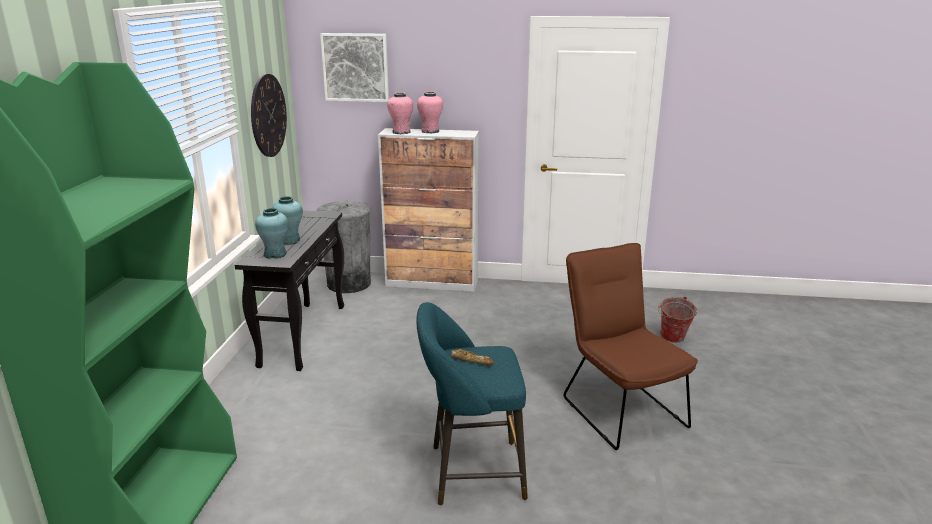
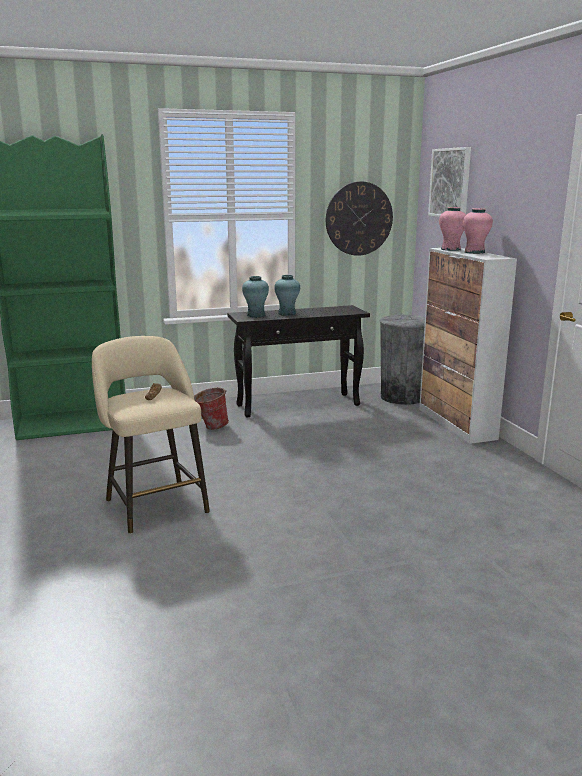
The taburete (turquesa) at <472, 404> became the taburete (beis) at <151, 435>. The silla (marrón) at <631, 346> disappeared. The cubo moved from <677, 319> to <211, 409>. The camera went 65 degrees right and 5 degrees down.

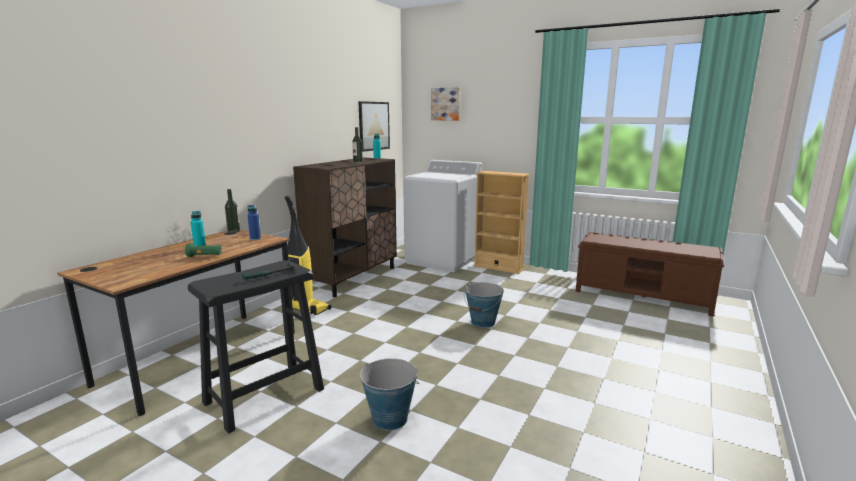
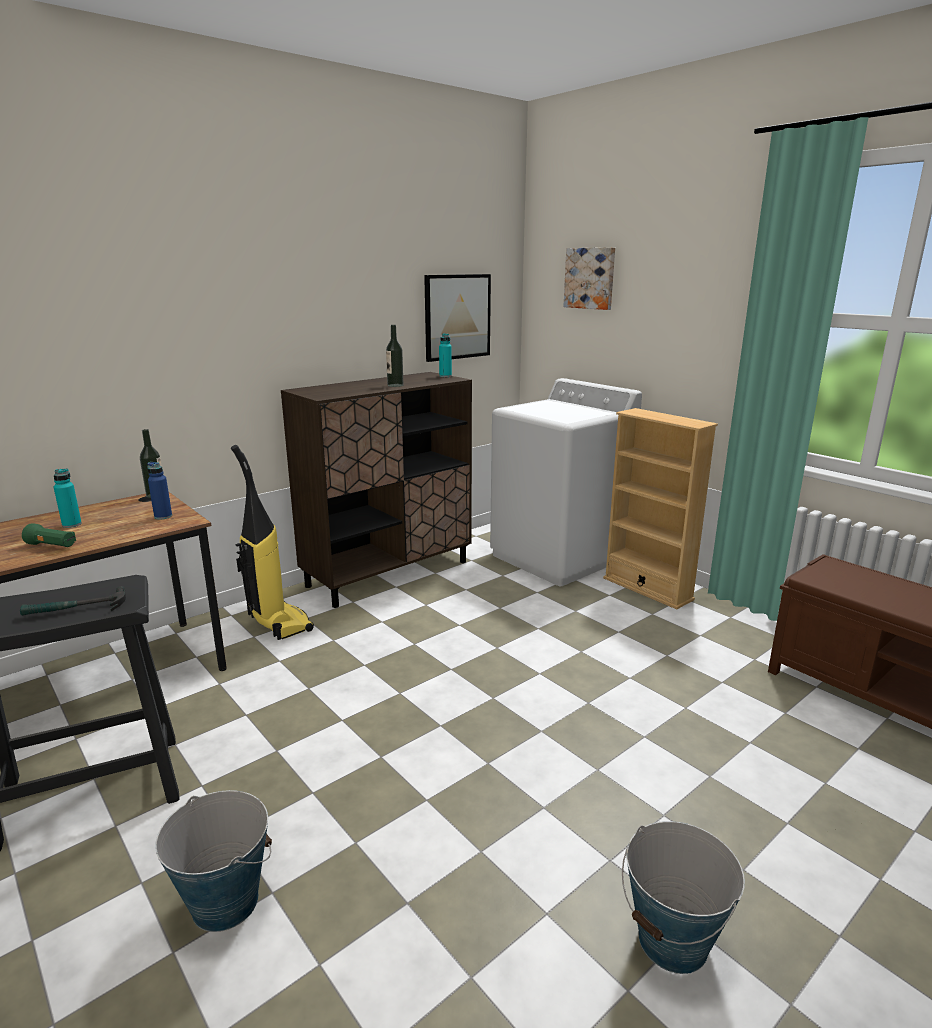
The cubo moved from <484, 305> to <683, 897>. The camera went 20 degrees right and 5 degrees up.

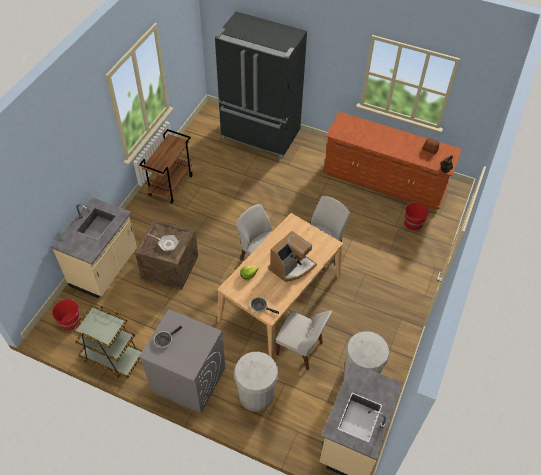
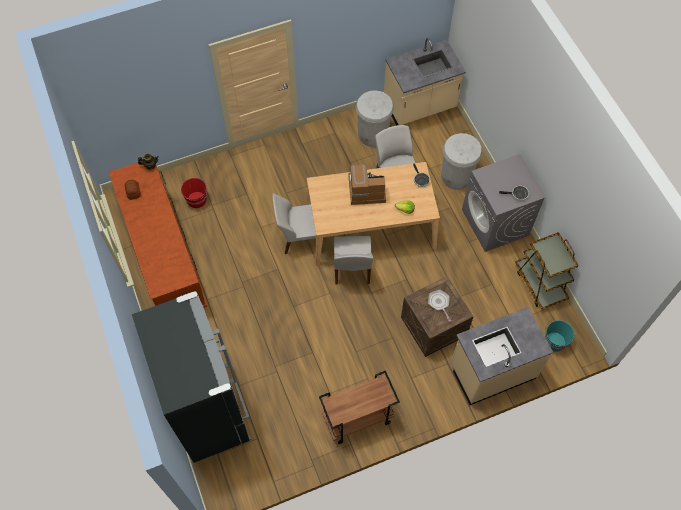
The cubo (rojo) at <66, 314> became the cubo (turquesa) at <559, 336>. The camera went 135 degrees left and 10 degrees up.

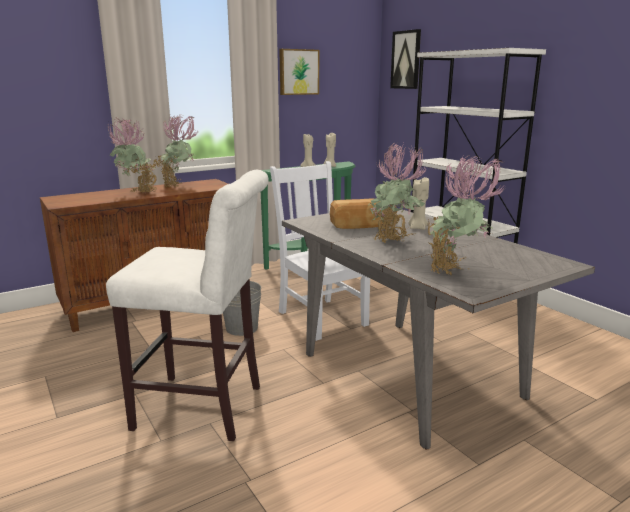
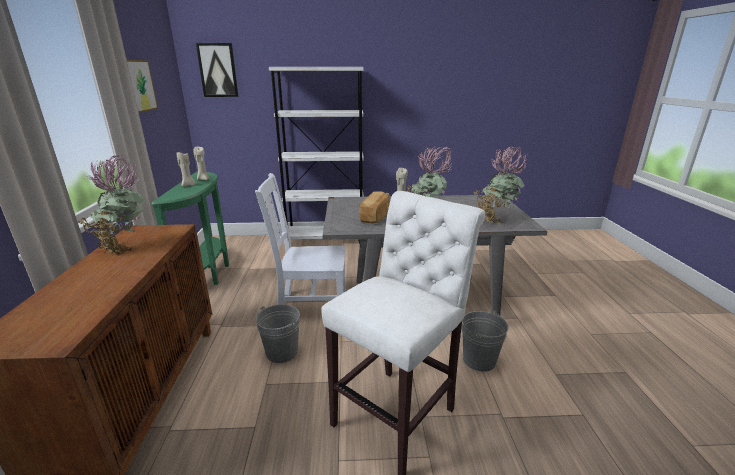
The planta en maceta at <134, 154> disappeared. The cubo (gris) at <485, 341> appeared. The camera went 60 degrees left and 5 degrees up.

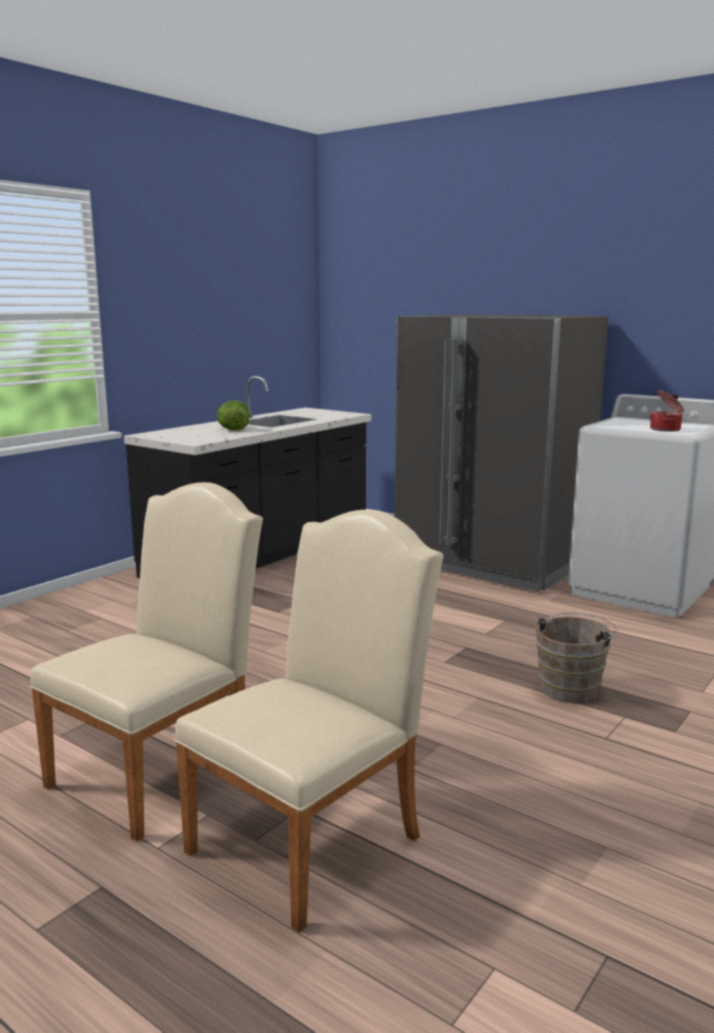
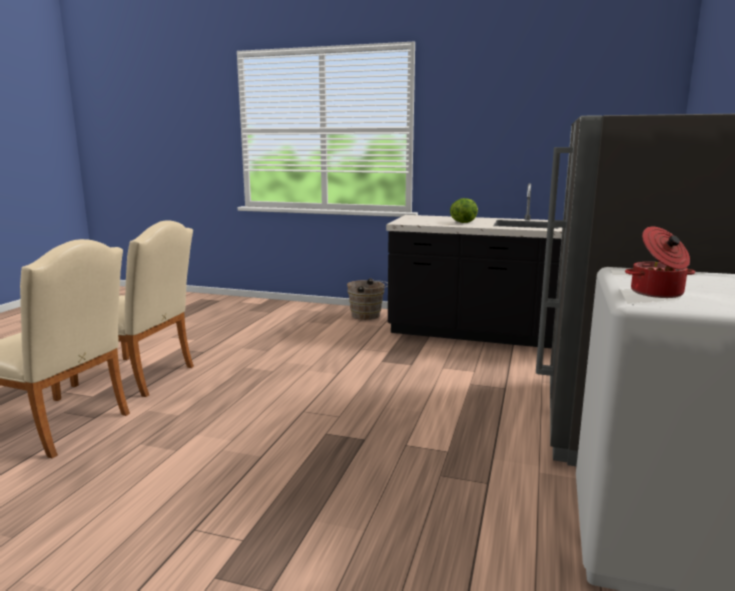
The cubo (marrón) moved from <576, 657> to <367, 299>. The camera went 70 degrees right and 0 degrees up.

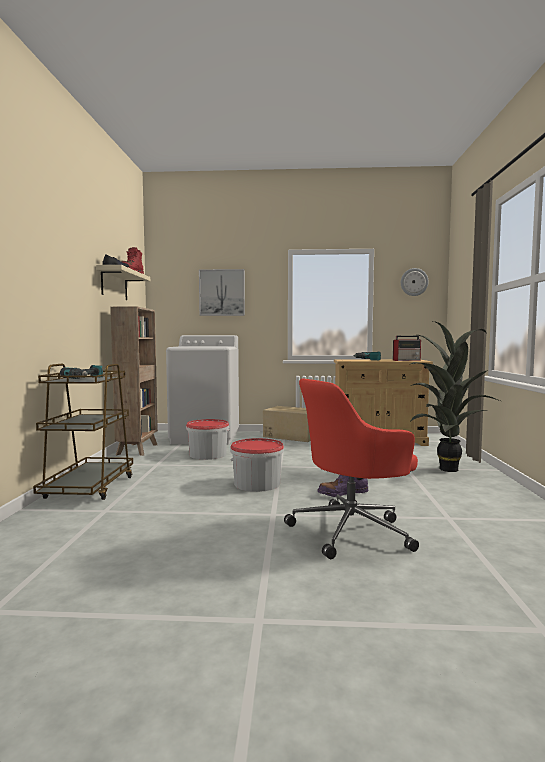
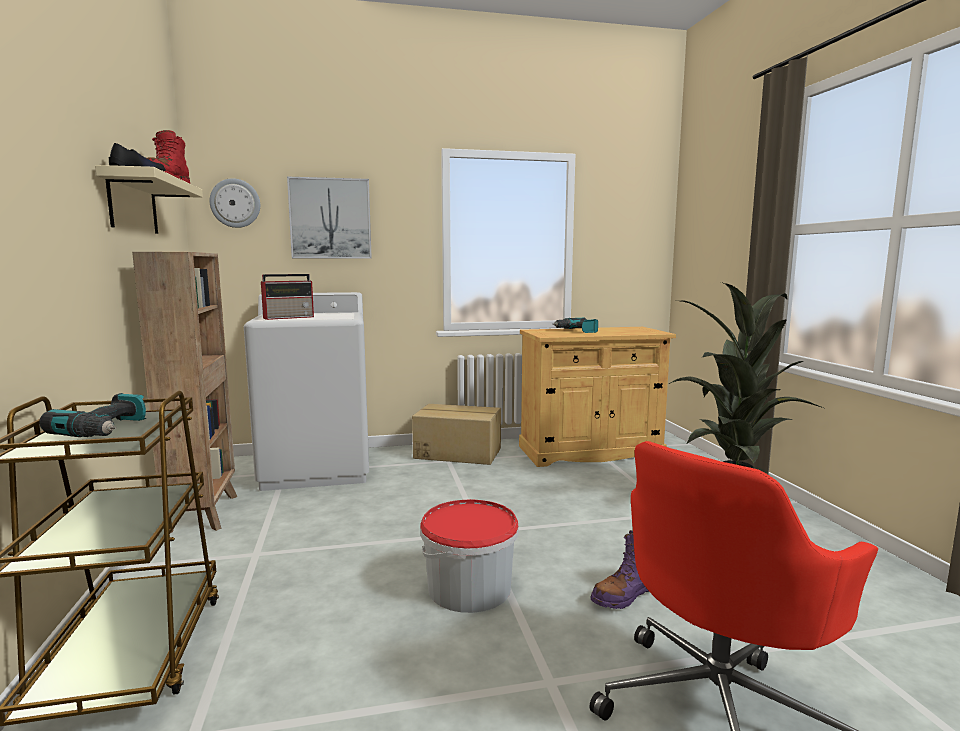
The cubo at <208, 439> disappeared. The radio moved from <407, 348> to <287, 297>. The reloj de pared moved from <414, 282> to <235, 203>. The camera went 15 degrees left and 5 degrees up.

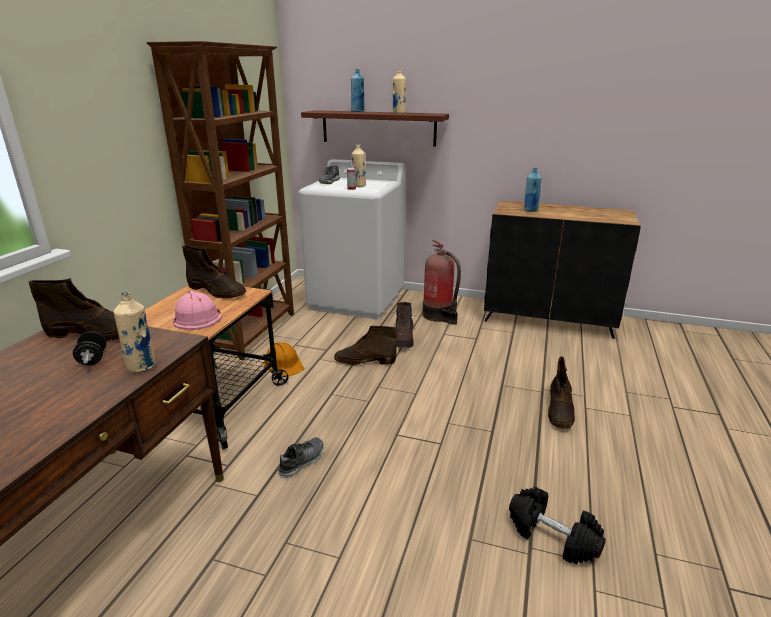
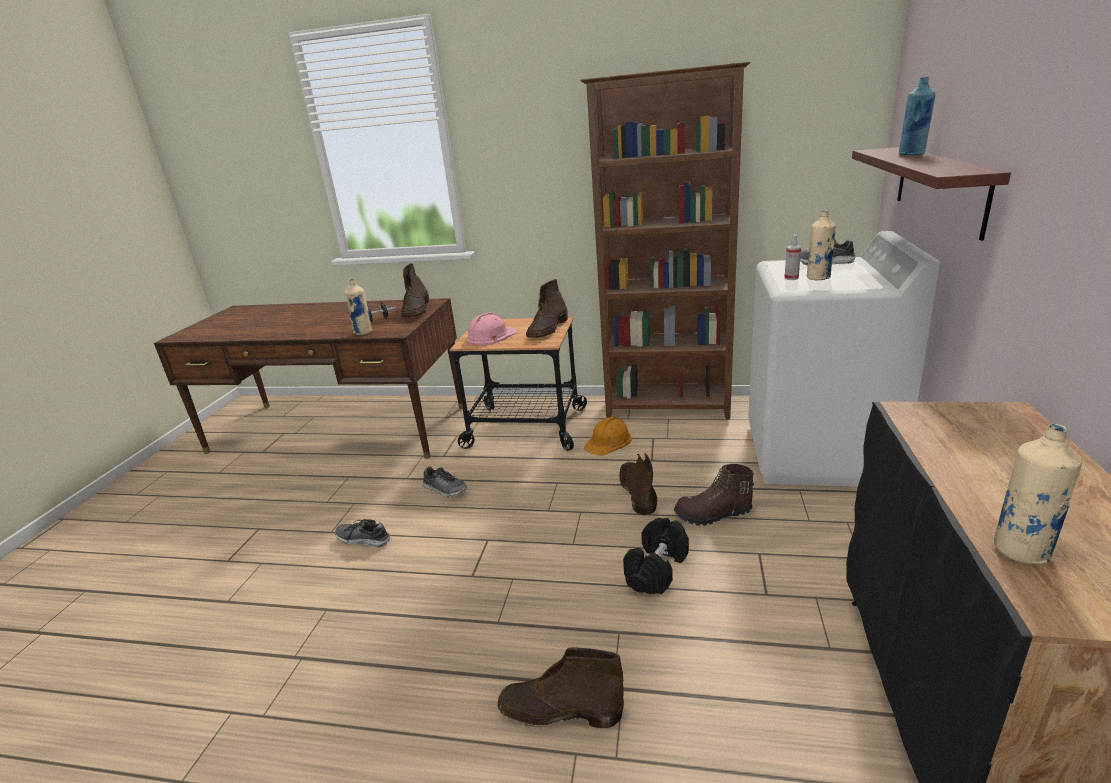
The botella (beis) moved from <399, 91> to <1038, 494>. The extintor at <441, 282> disappeared. The mancuerna (negro) moved from <557, 526> to <656, 556>. The botella (azul) at <533, 190> disappeared. The zapato at <363, 533> appeared. The camera went 85 degrees right and 0 degrees up.

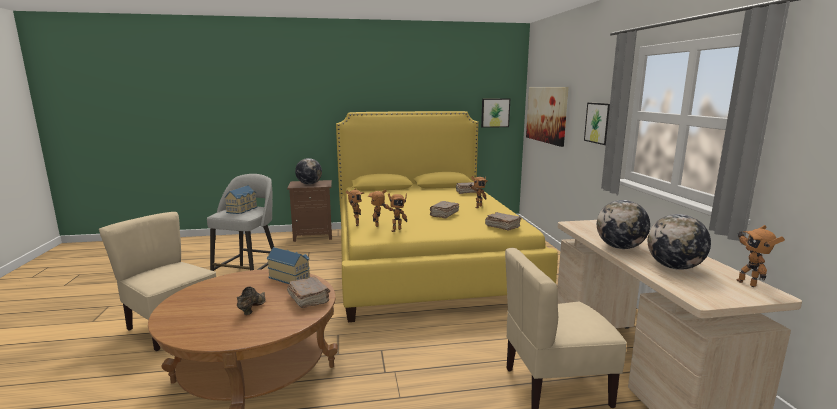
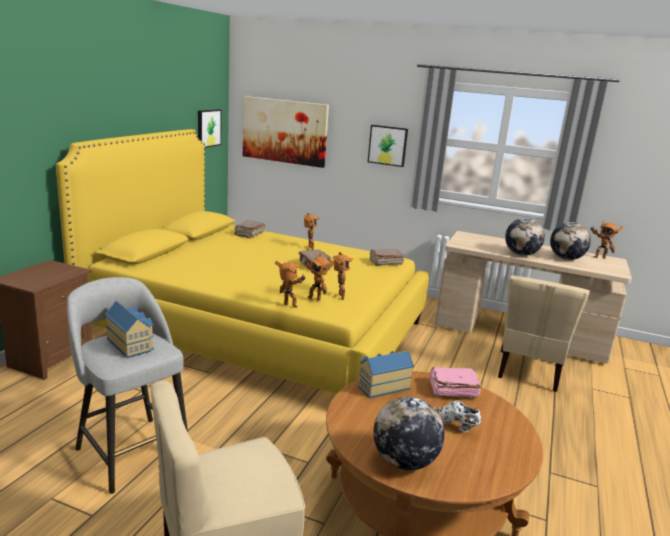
The zapato (marrón) at <251, 301> became the zapato (blanco) at <457, 416>. The libro (marrón) at <308, 292> became the libro (rosa) at <455, 382>. The globo terráqueo moved from <308, 171> to <408, 433>. The camera went 60 degrees left and 5 degrees up.

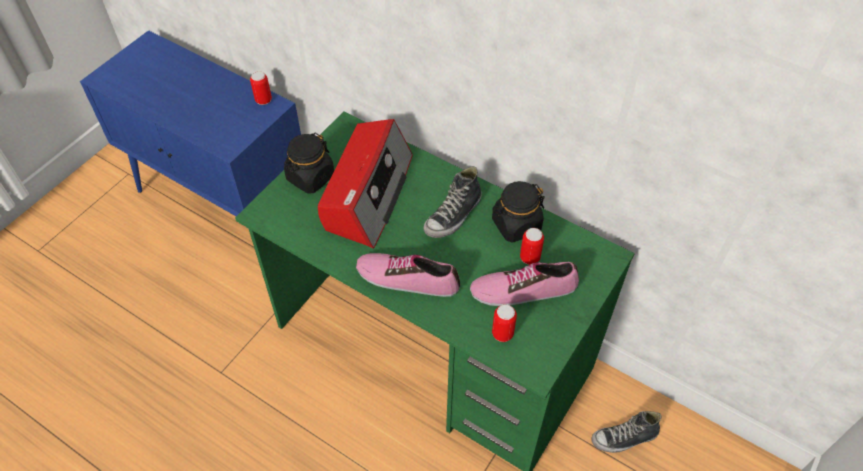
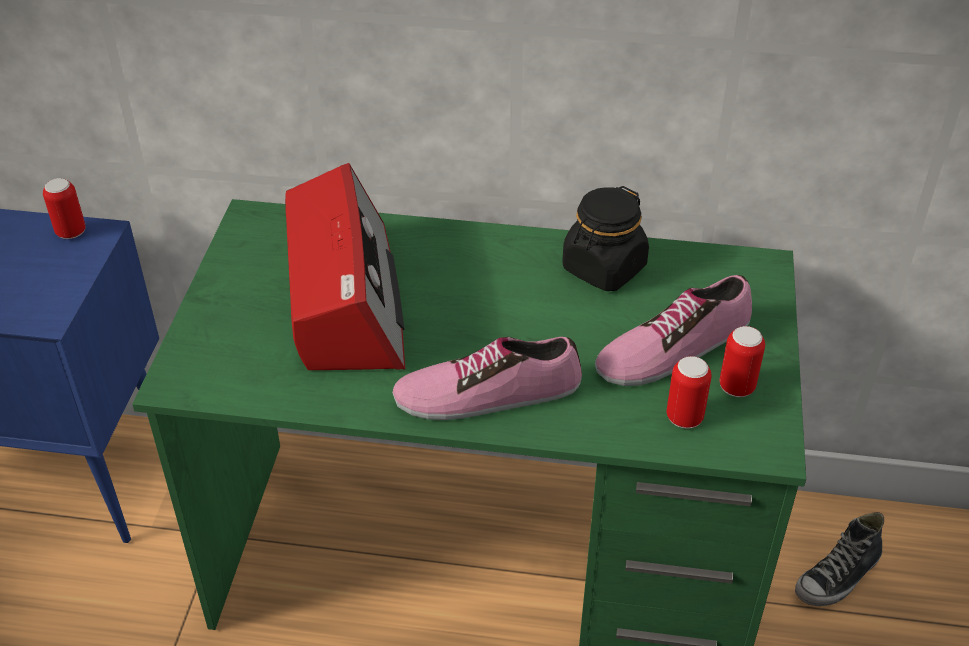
The tarro (negro) at <309, 163> disappeared. The zapato at <452, 202> disappeared. The lata moved from <532, 246> to <742, 361>. The camera went 25 degrees left and 10 degrees down.

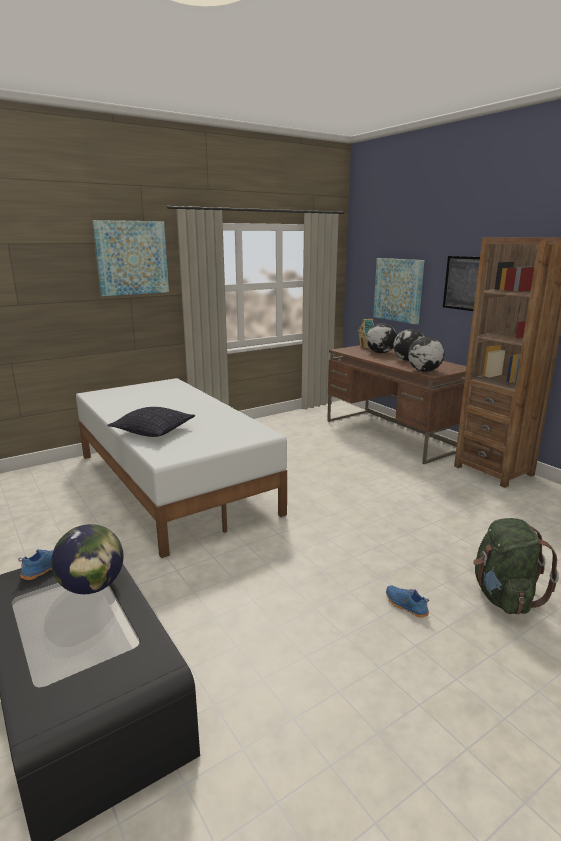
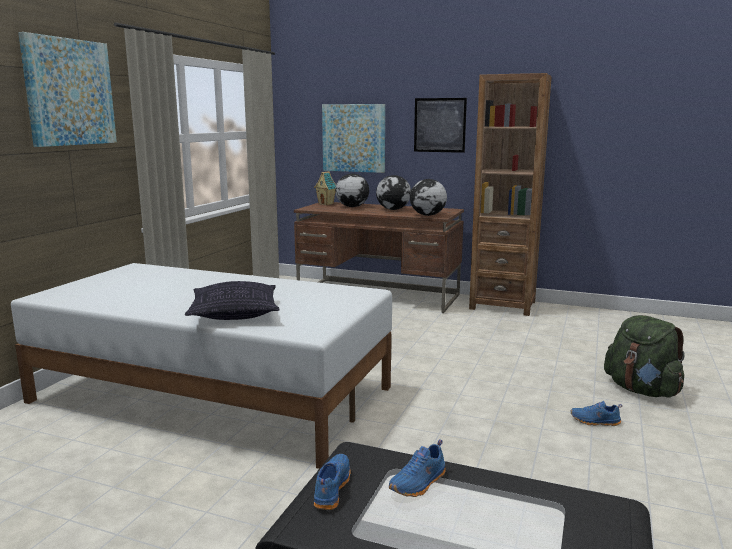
The globo terráqueo at <87, 559> was replaced by the zapato (azul) at <417, 468>. The camera went 35 degrees left and 5 degrees down.

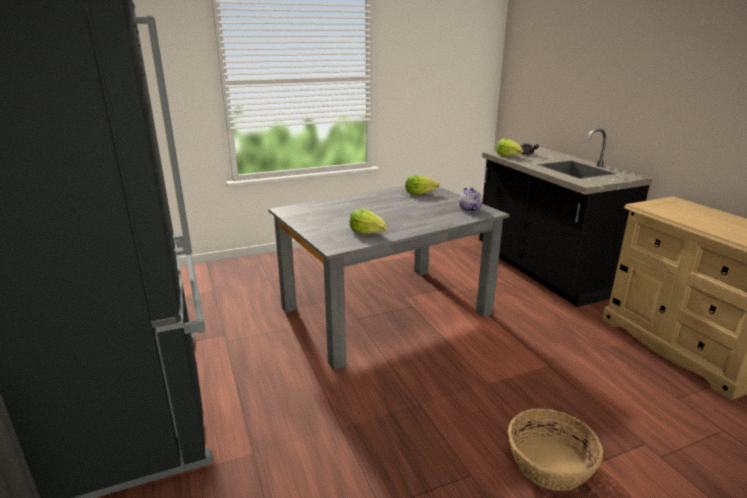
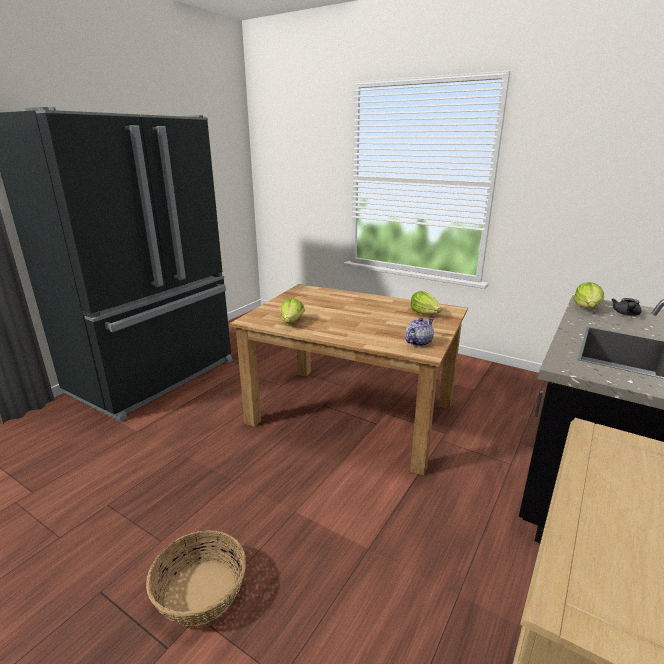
The mesa de comedor (gris) at <389, 278> became the mesa de comedor (marrón) at <348, 379>. The camera went 55 degrees right and 0 degrees up.

